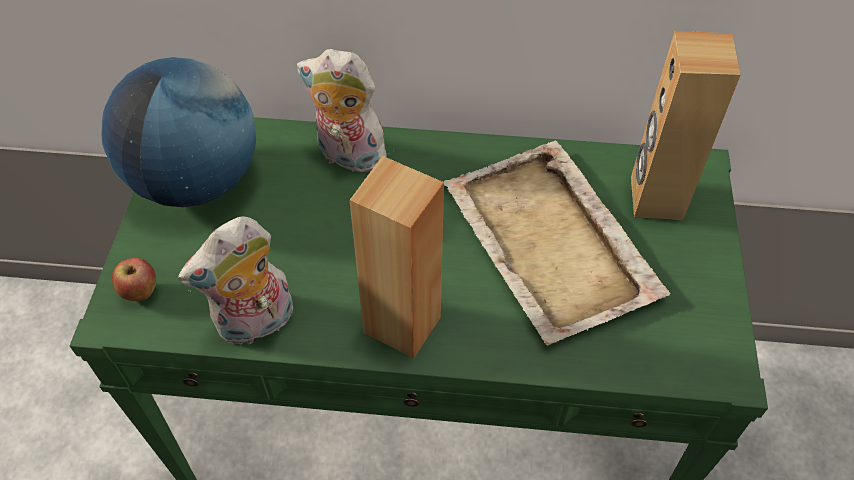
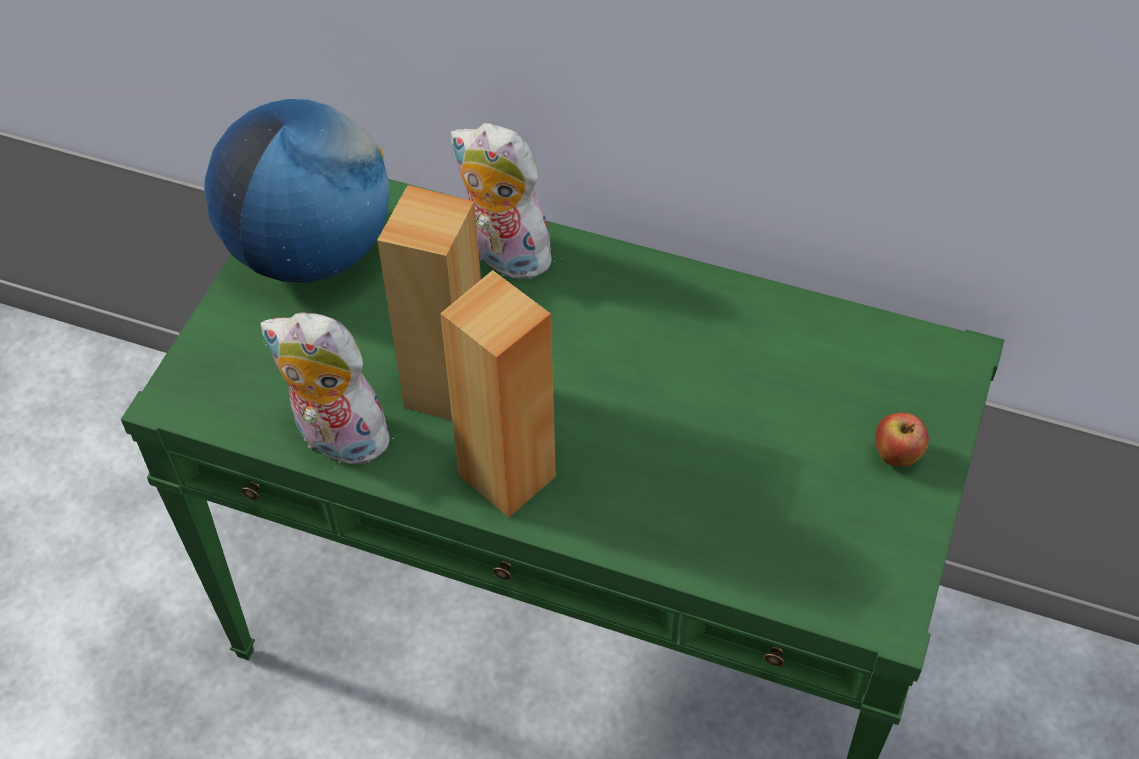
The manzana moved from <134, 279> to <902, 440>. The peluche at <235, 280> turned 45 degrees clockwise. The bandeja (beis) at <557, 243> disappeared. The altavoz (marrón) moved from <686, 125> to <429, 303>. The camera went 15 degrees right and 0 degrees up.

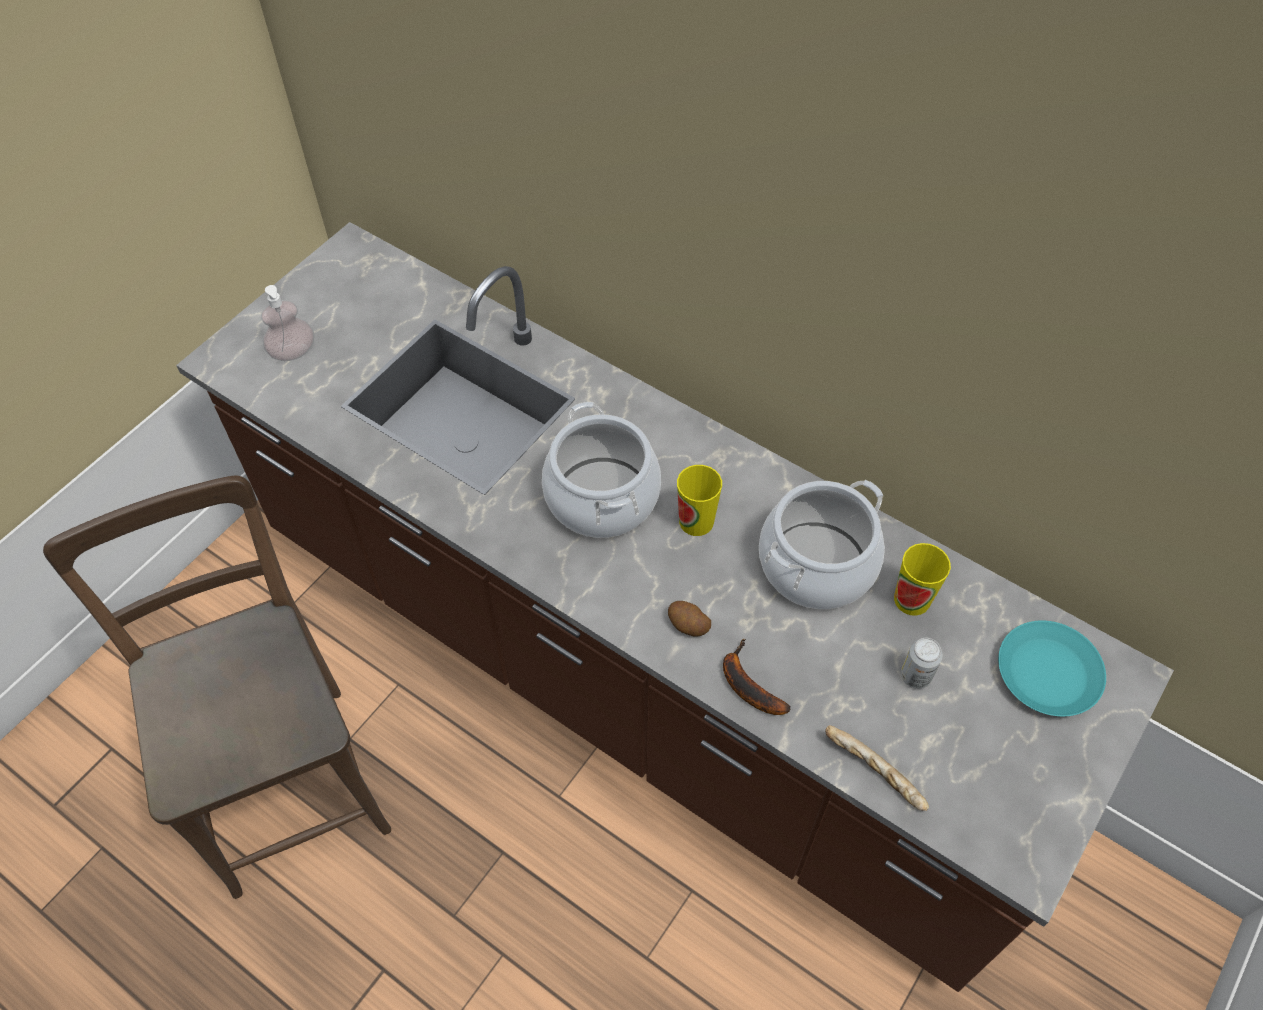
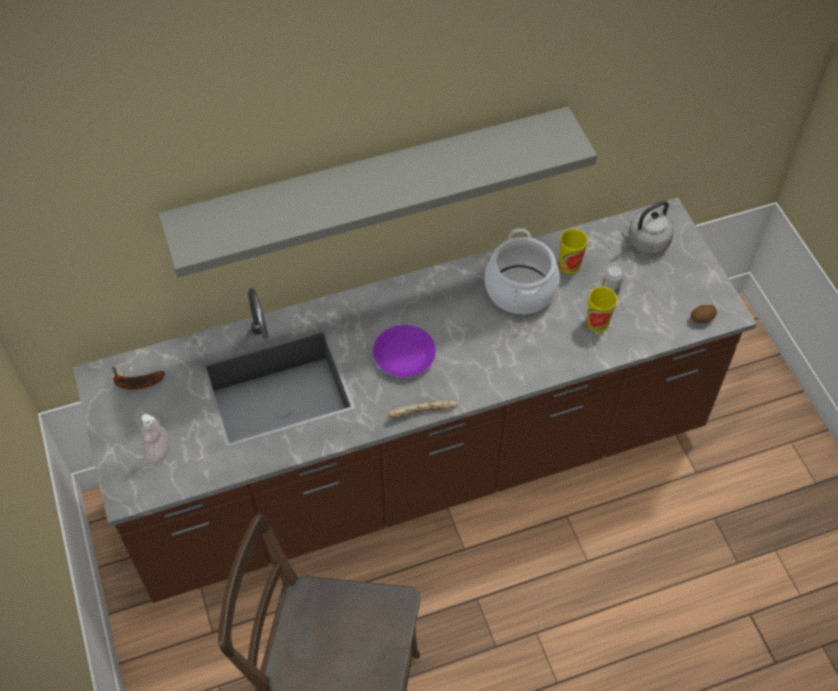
The olla at <601, 470> was replaced by the plato (morado) at <404, 351>. The patata moved from <689, 619> to <704, 314>. The taza moved from <699, 500> to <602, 309>. The plátano moved from <757, 677> to <139, 378>. The pan moved from <877, 768> to <423, 409>. The plato (turquesa) at <1052, 668> was replaced by the hervidor (gris) at <648, 227>. The estante (gris) at <377, 192> appeared. The camera went 55 degrees left and 0 degrees up.

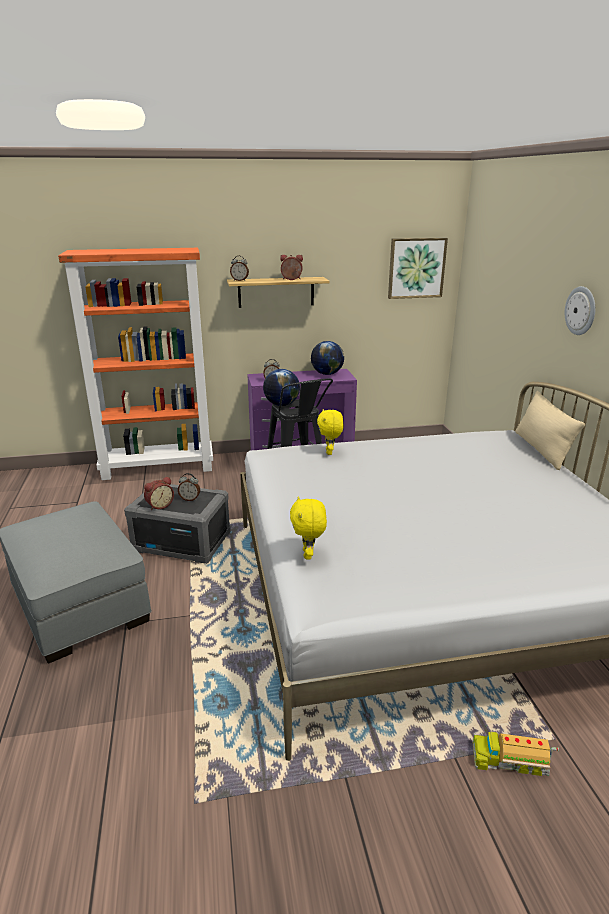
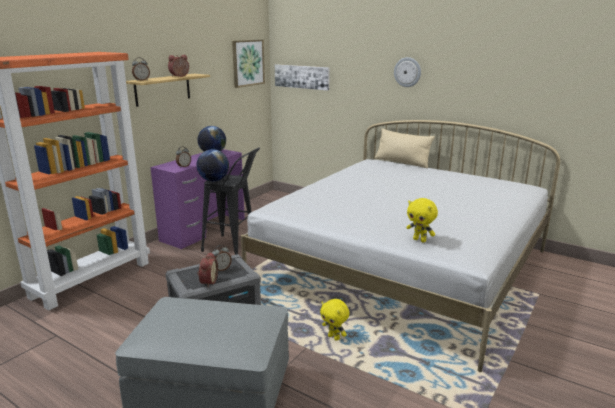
The peluche (amarillo) moved from <330, 432> to <335, 320>. The camión de juguete at <516, 750> disappeared. The cuadro at <302, 77> appeared. The camera went 45 degrees left and 5 degrees down.

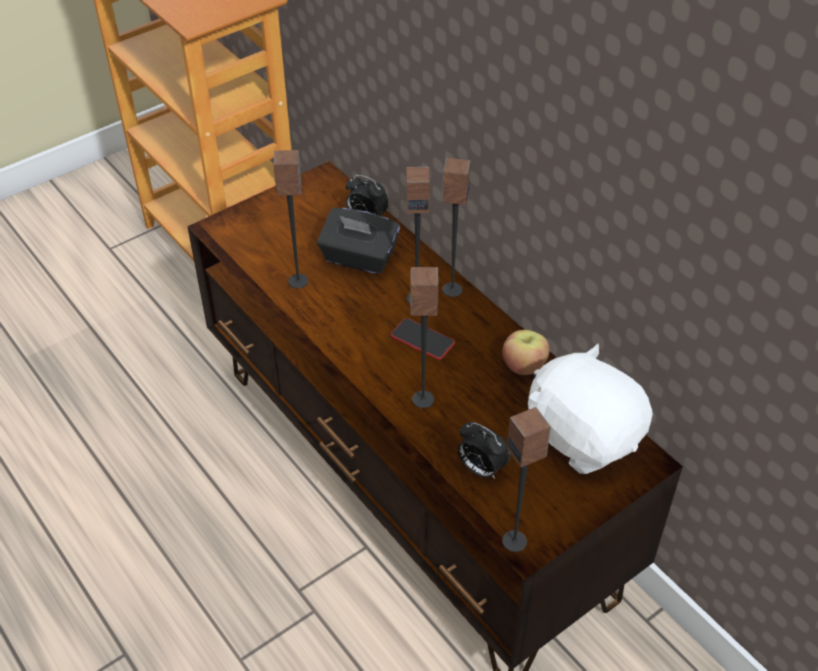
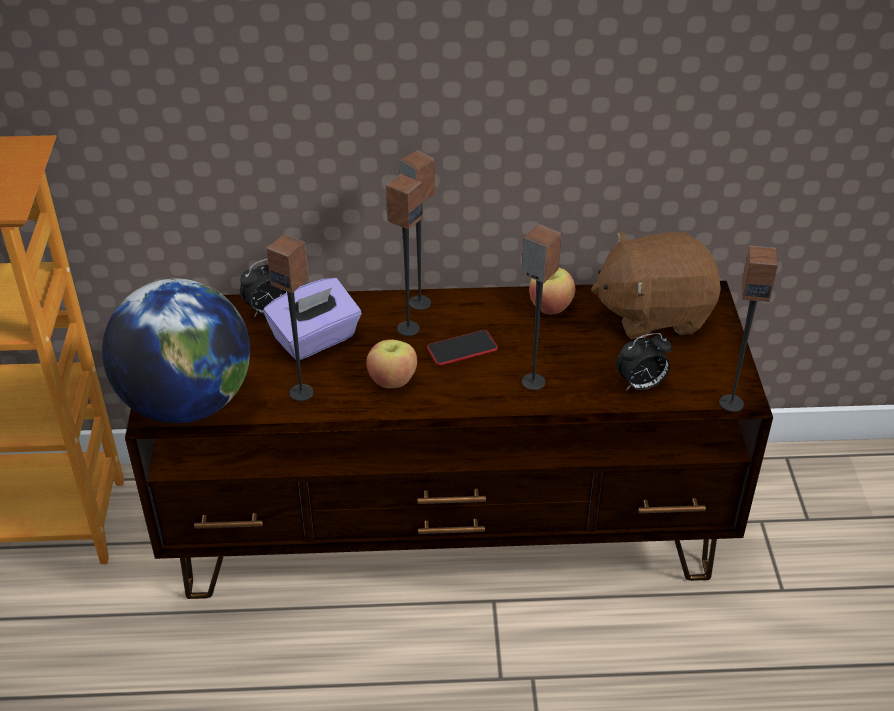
The caja de pañuelos (negro) at <358, 241> became the caja de pañuelos (morado) at <312, 319>. The peluche (blanco) at <590, 409> became the peluche (marrón) at <656, 284>. The globo terráqueo at <176, 351> appeared. The manzana at <392, 364> appeared. The camera went 55 degrees left and 5 degrees down.

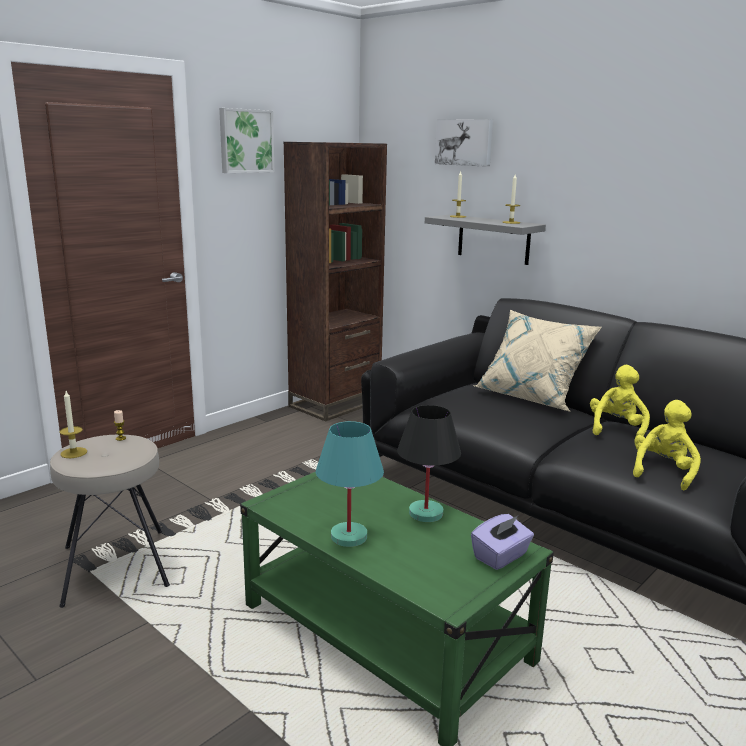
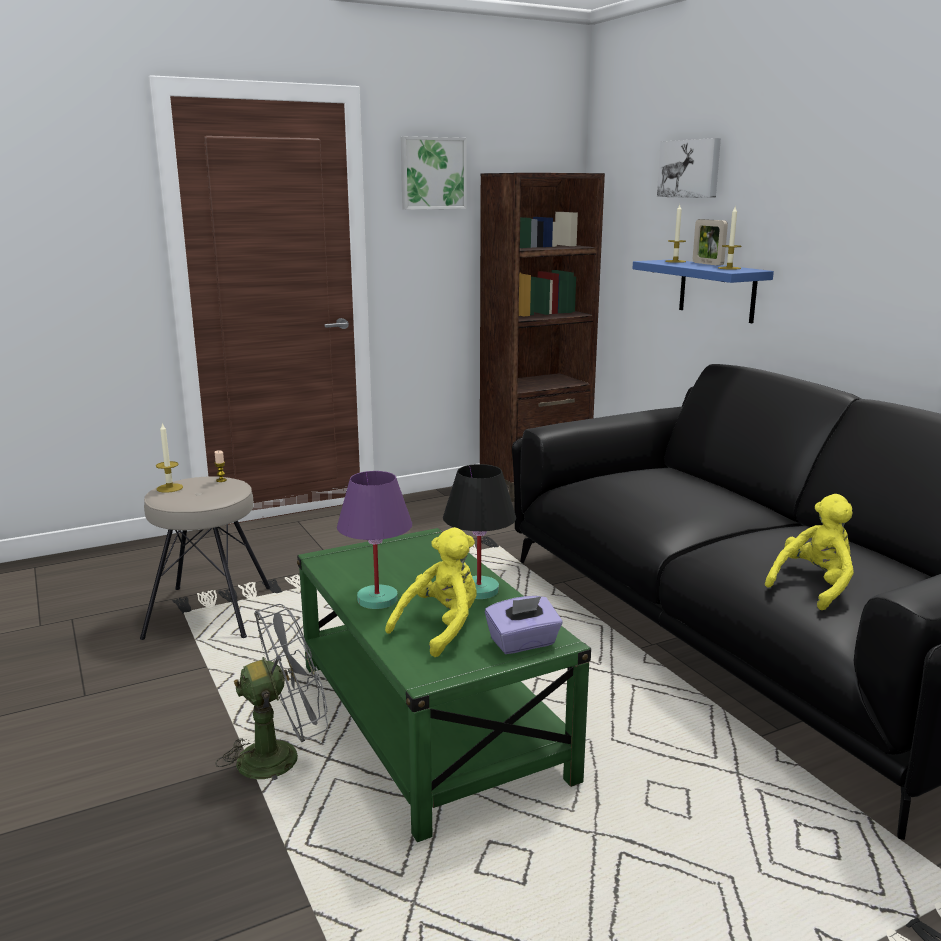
The lámpara de mesa (turquesa) at <350, 484> became the lámpara de mesa (morado) at <374, 540>. The estante (gris) at <485, 240> became the estante (azul) at <703, 291>. The cojín (beis) at <537, 361> disappeared. The peluche (amarillo) moved from <620, 401> to <431, 592>. The ventilador (gris) at <272, 692> appeared. The portarretratos at <710, 242> appeared. The camera went 20 degrees right and 0 degrees up.

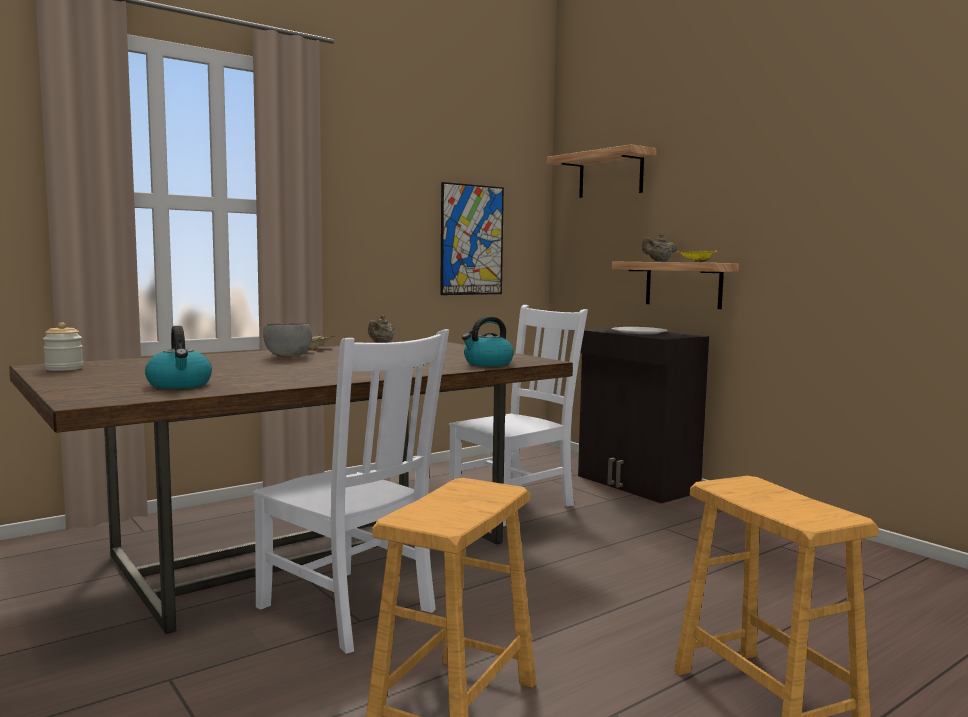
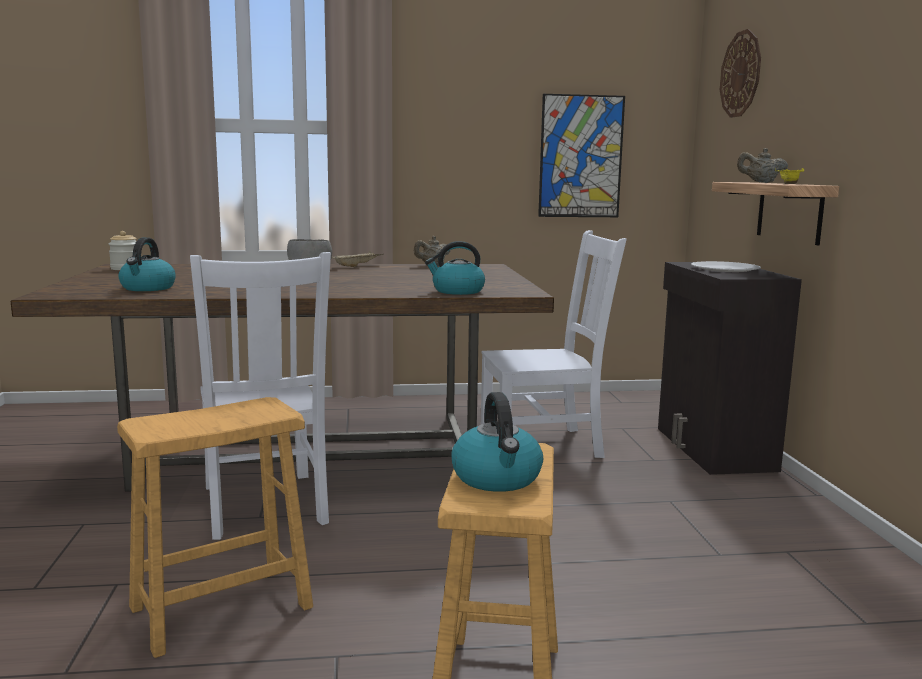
The estante at <602, 171> was replaced by the reloj de pared at <740, 73>. The hervidor at <497, 442> appeared. The camera went 30 degrees right and 5 degrees up.

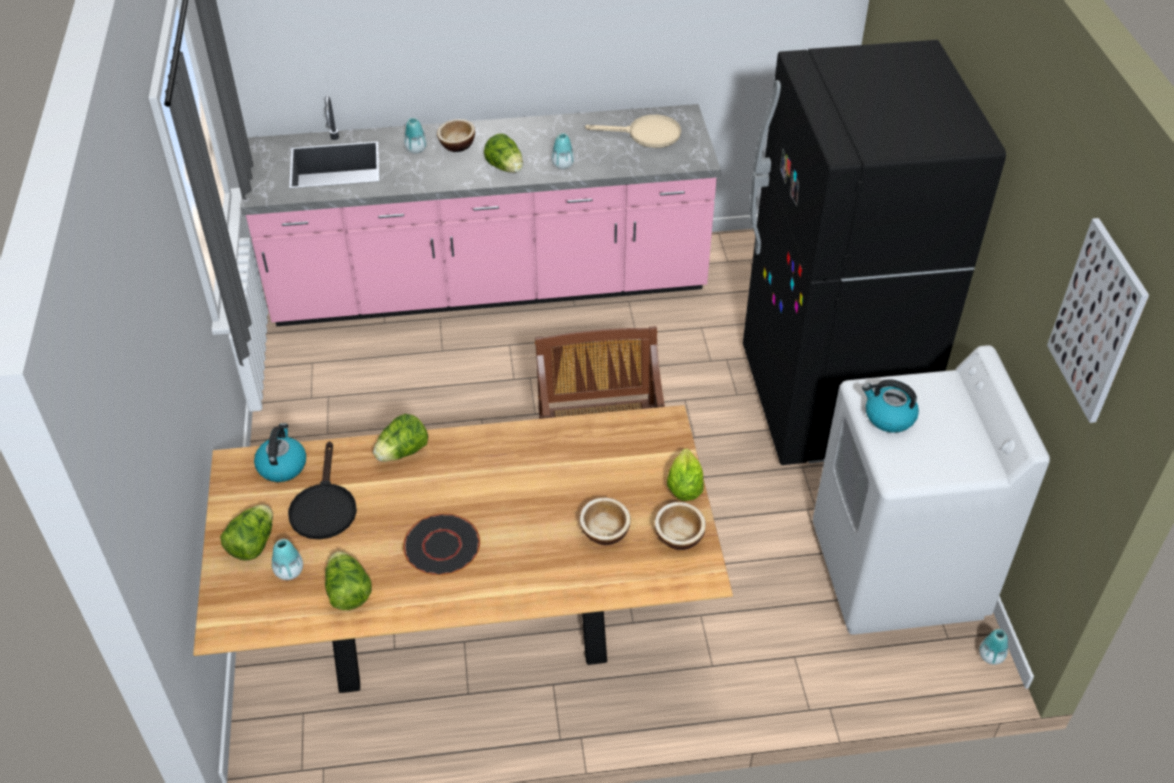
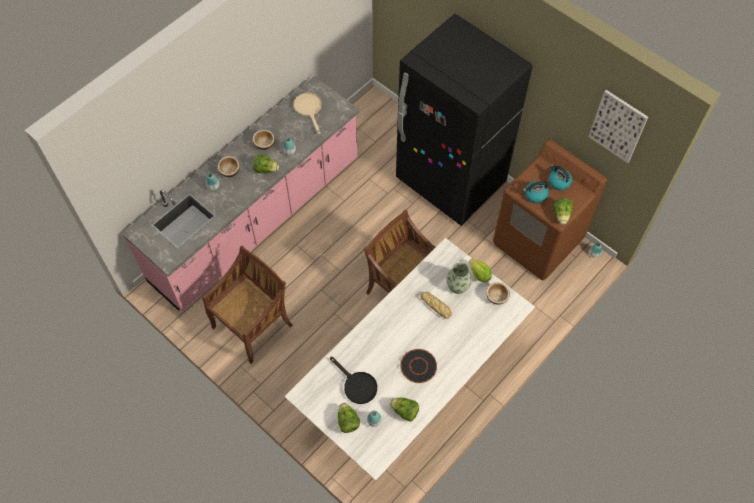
The mesa de comedor (marrón) at <463, 549> became the mesa de comedor (blanco) at <409, 359>. The hervidor moved from <280, 452> to <560, 177>. The lechuga moved from <400, 438> to <563, 211>. The cuenco moved from <605, 521> to <264, 140>. The sartén (beis) at <633, 131> turned 75 degrees counterclockwise. The lavadora (blanco) at <931, 490> became the lavadora (marrón) at <550, 210>. The silla (marrón) at <247, 305> appeared. The pan at <436, 305> appeared. The florero at <459, 278> appeared. The camera went 40 degrees left and 15 degrees up.

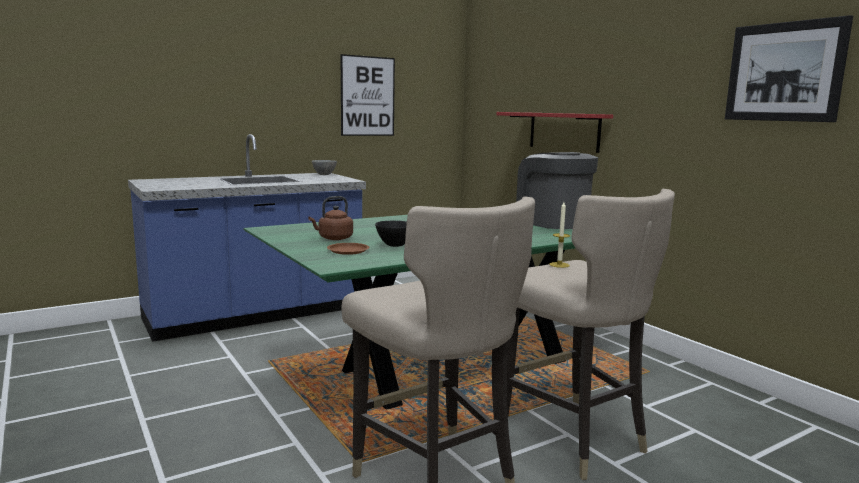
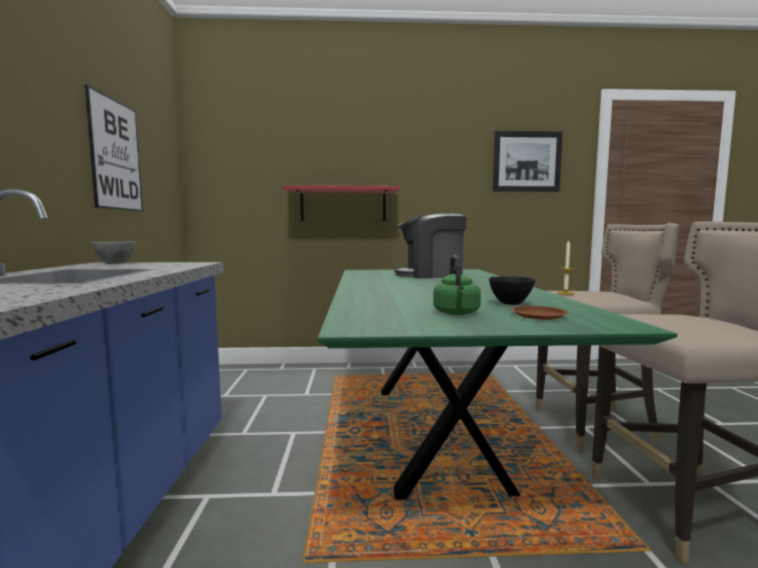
The hervidor (marrón) at <330, 218> became the hervidor (verde) at <457, 285>. The camera went 60 degrees left and 5 degrees down.

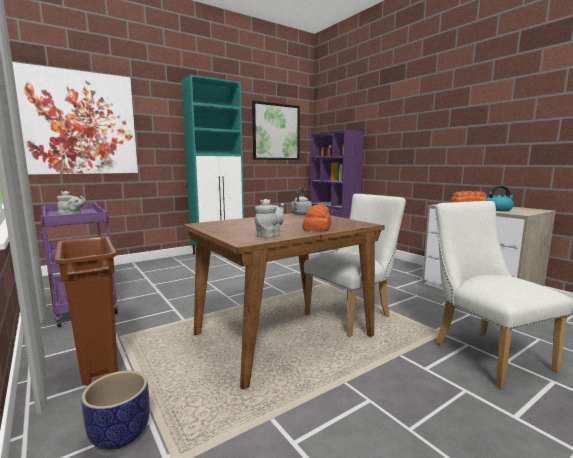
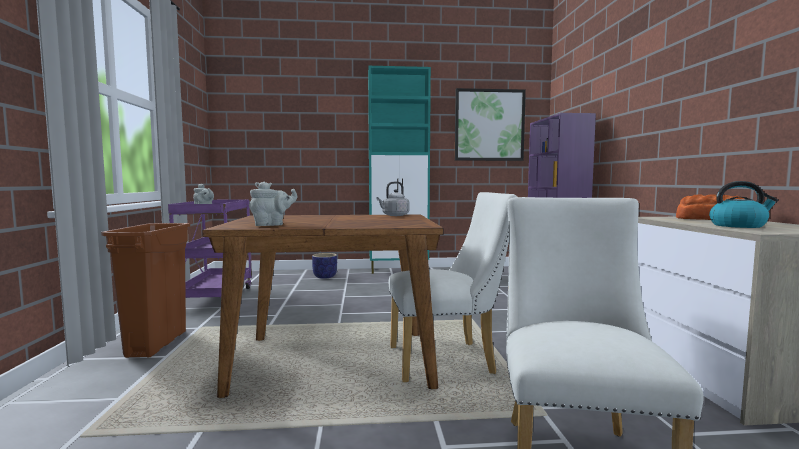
The cuadro at <75, 118> disappeared. The maceta moved from <115, 410> to <324, 266>. The pan at <317, 217> disappeared. The camera went 30 degrees right and 5 degrees down.

